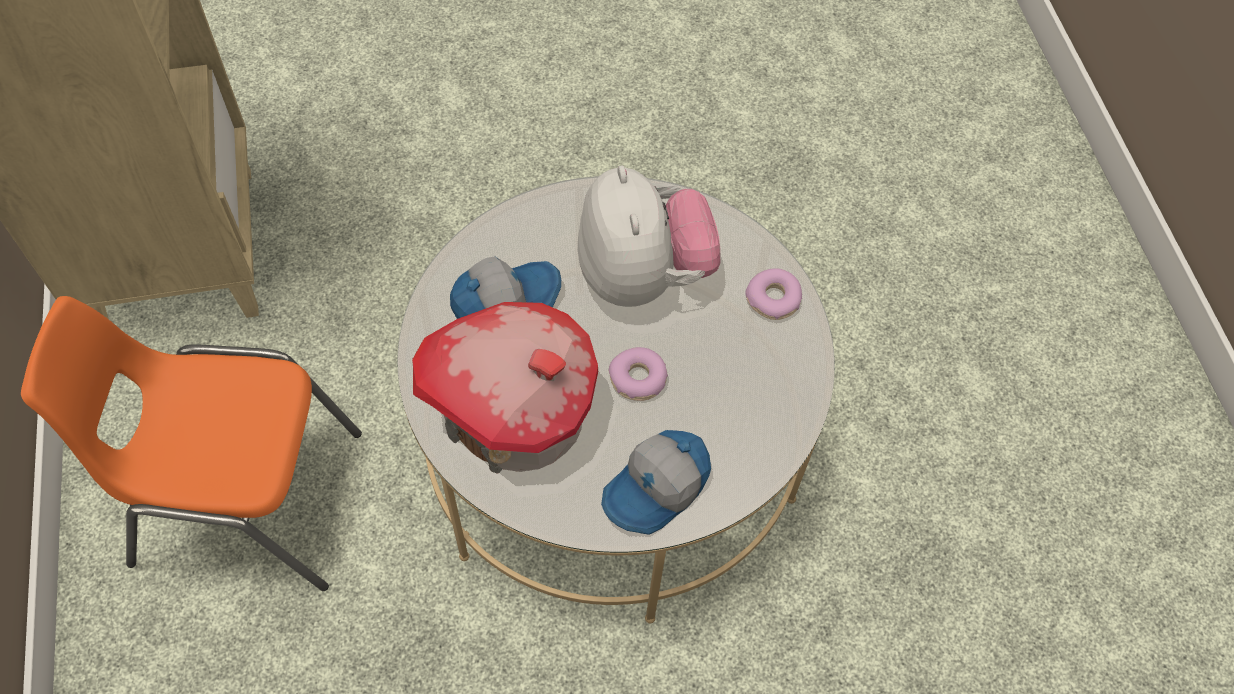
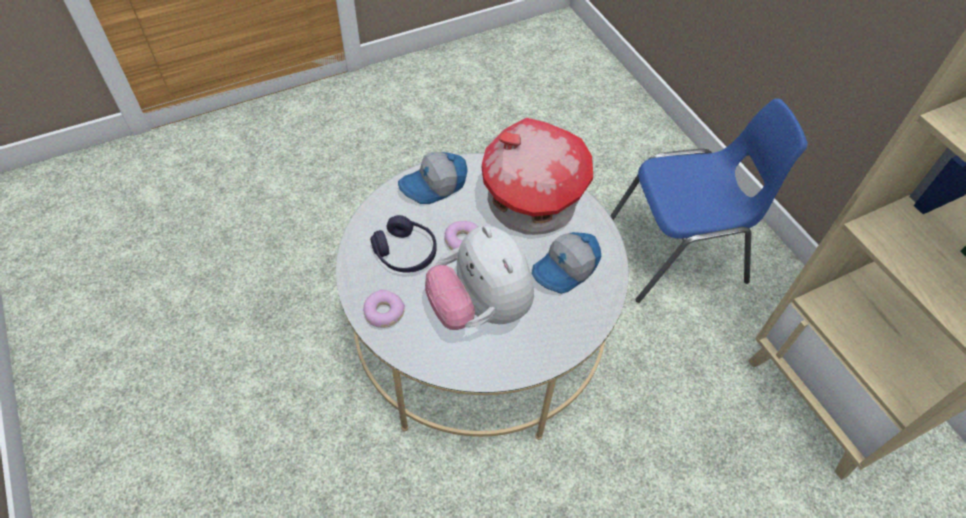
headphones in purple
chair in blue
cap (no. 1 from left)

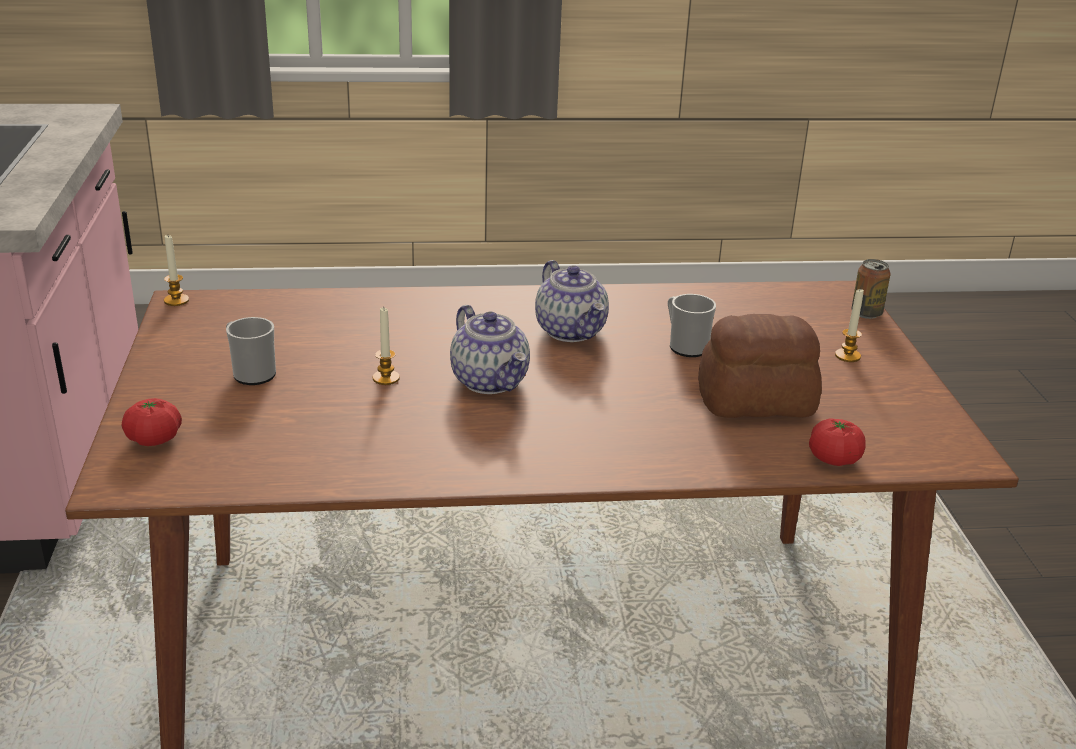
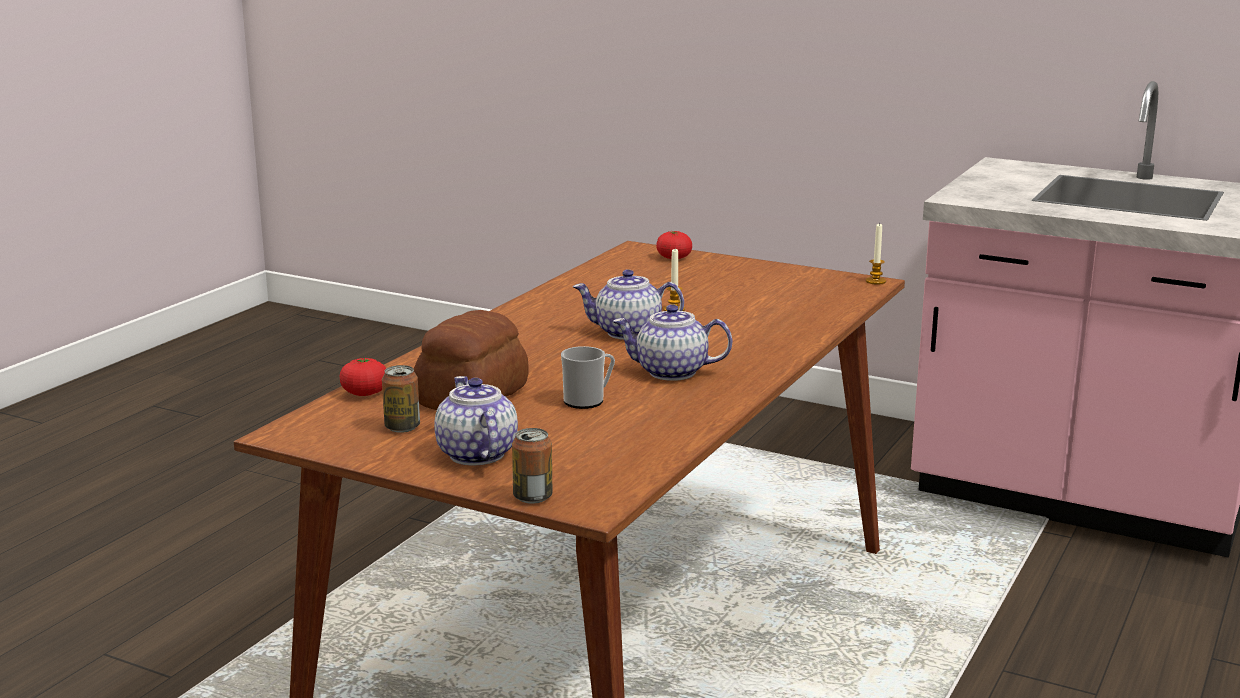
mug (no. 1 from left in the first image)
can (no. 1 from left)
teapot (no. 1 from left)

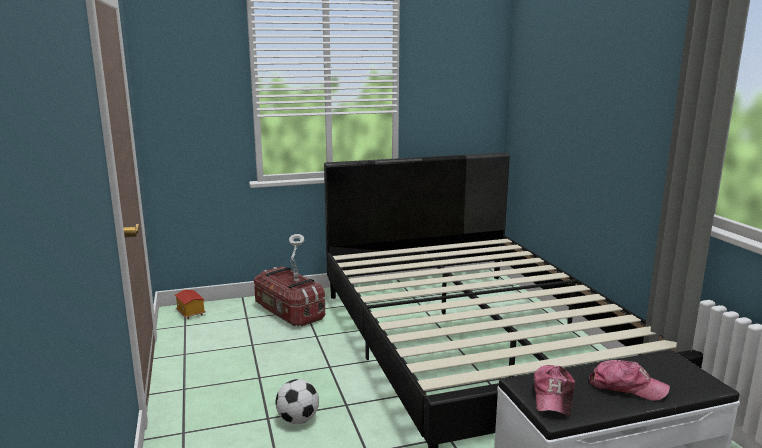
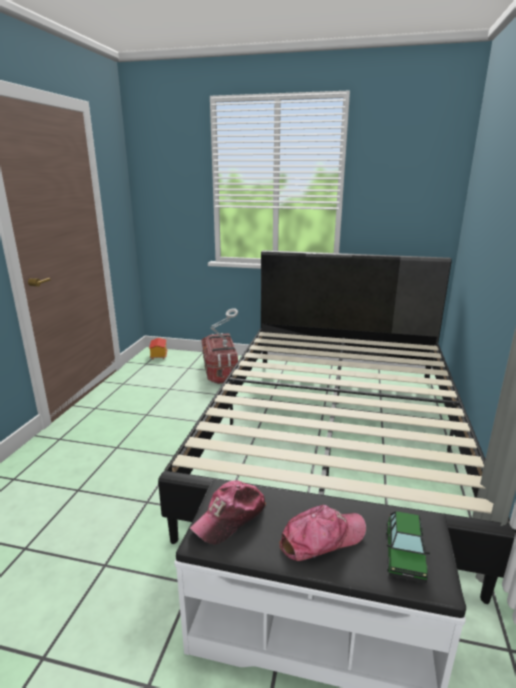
football
toy car
cap (no. 2 from left)

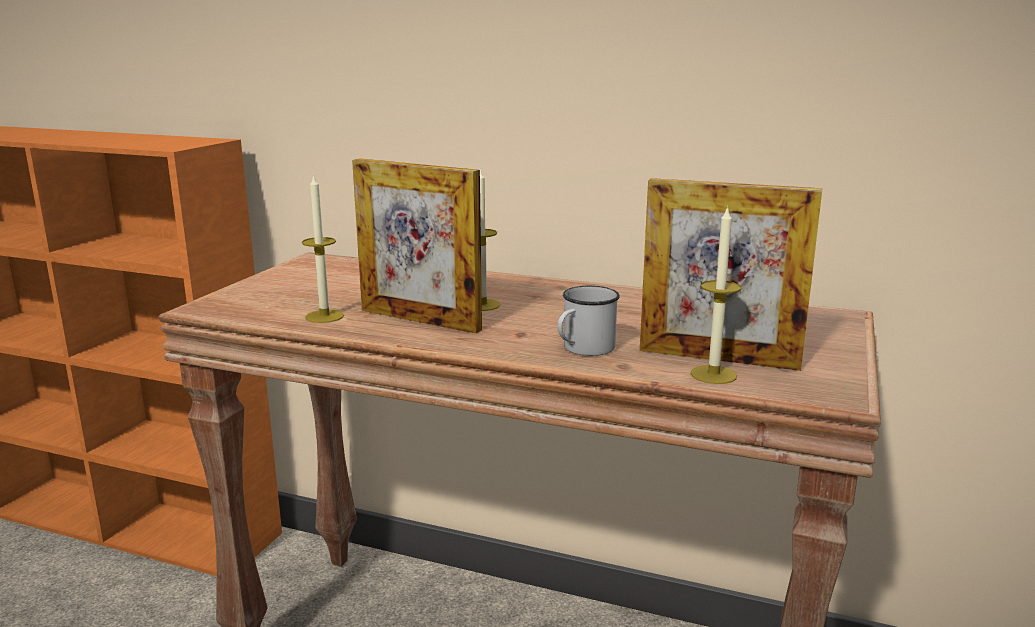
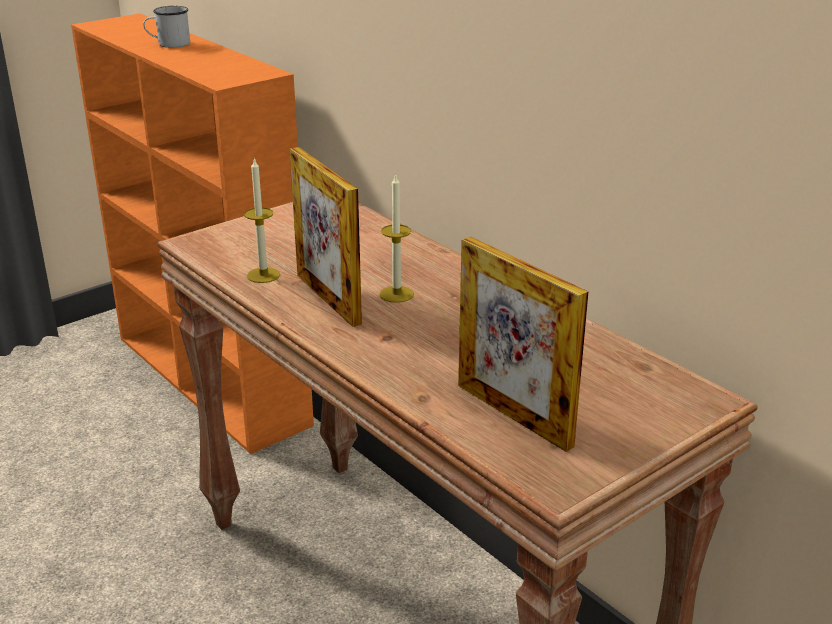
candle (no. 3 from left in the first image)
mug in white

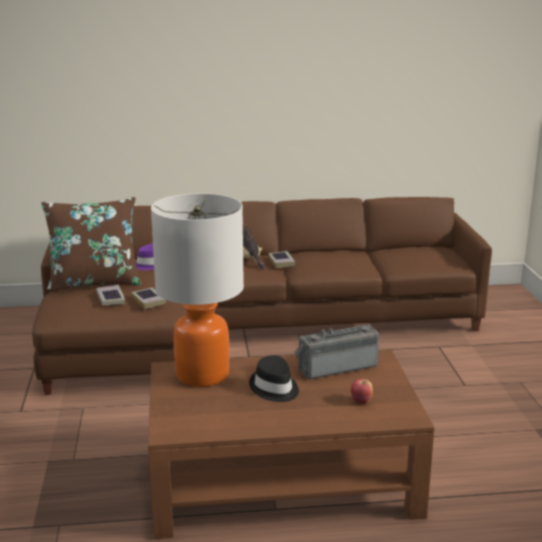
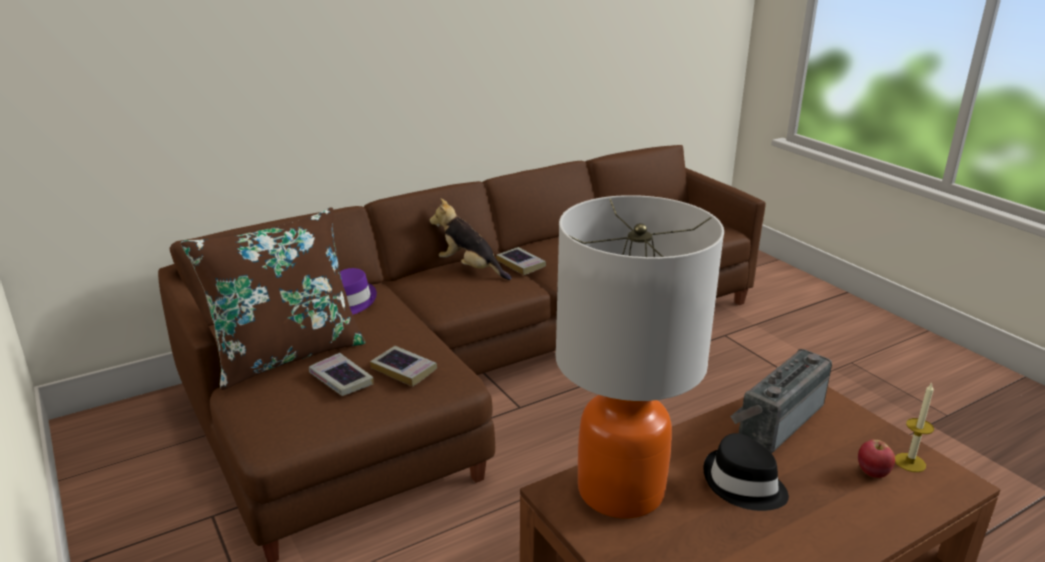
candle

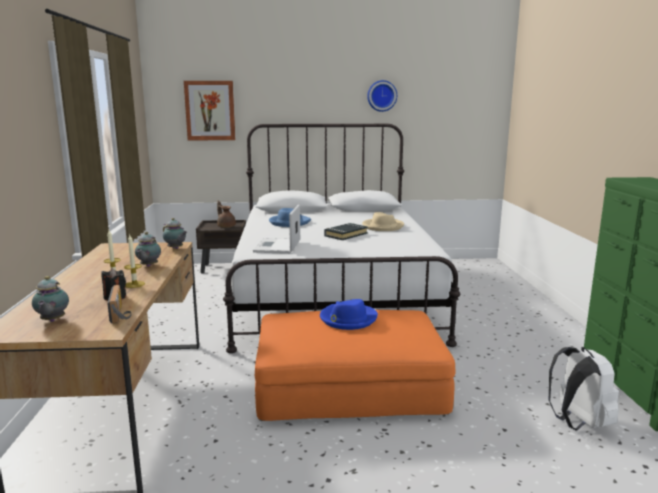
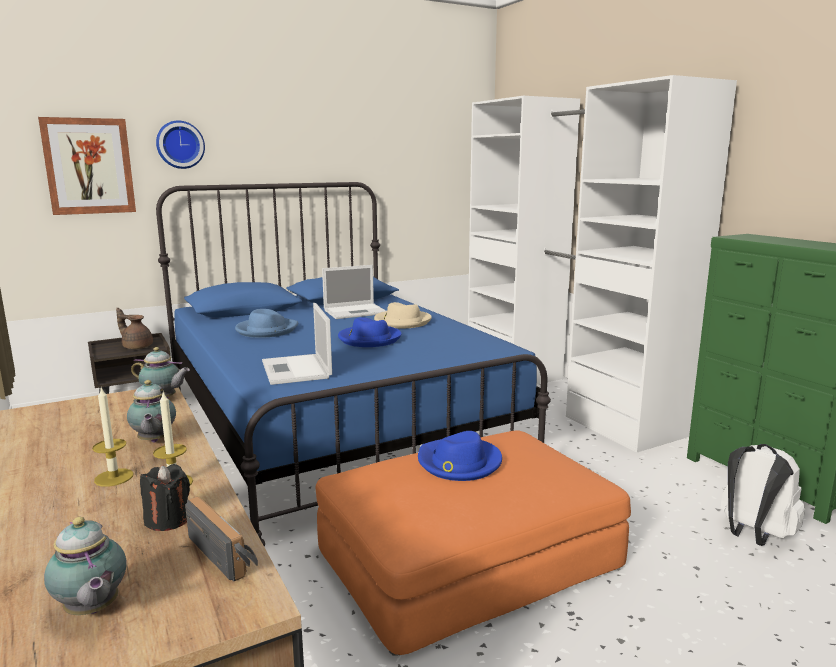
laptop (no. 2 from left)
wardrobe in white
wall clock
hat in blue (no. 2 from left)
bed in blue

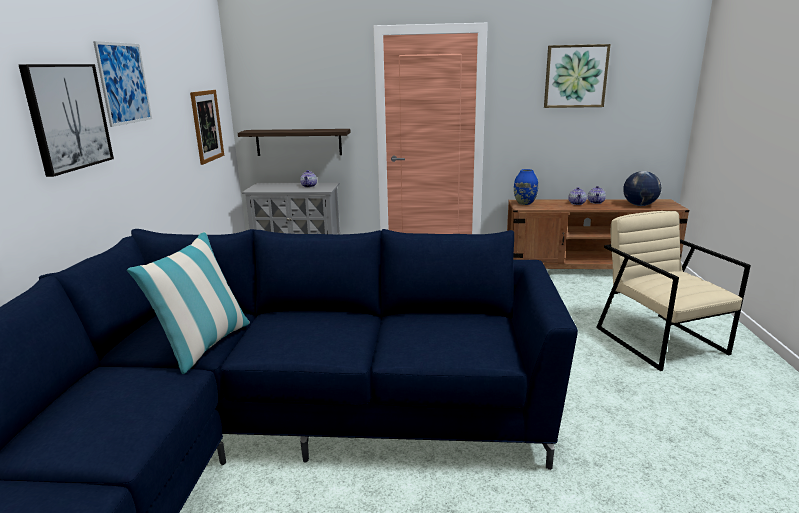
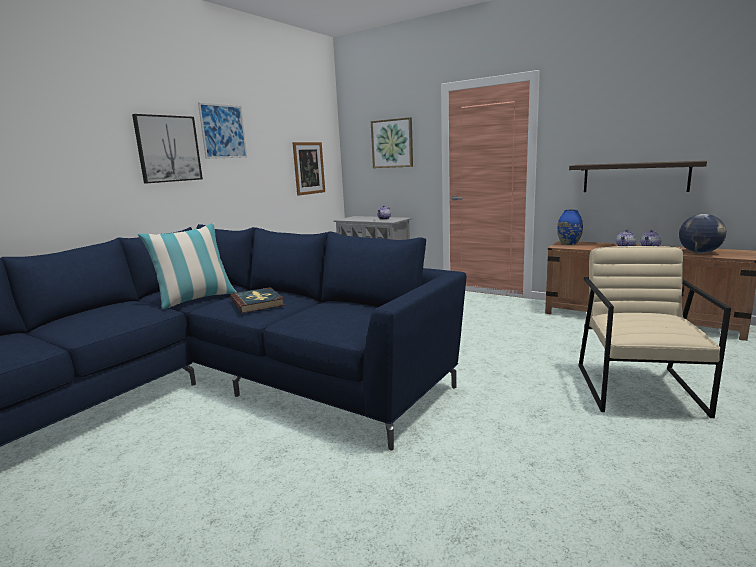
book
shelf
picture (no. 4 from left)

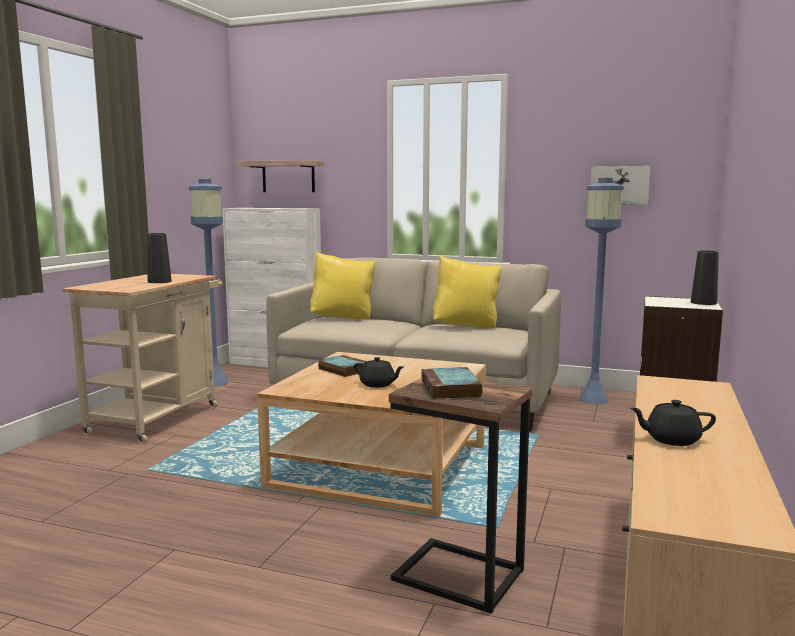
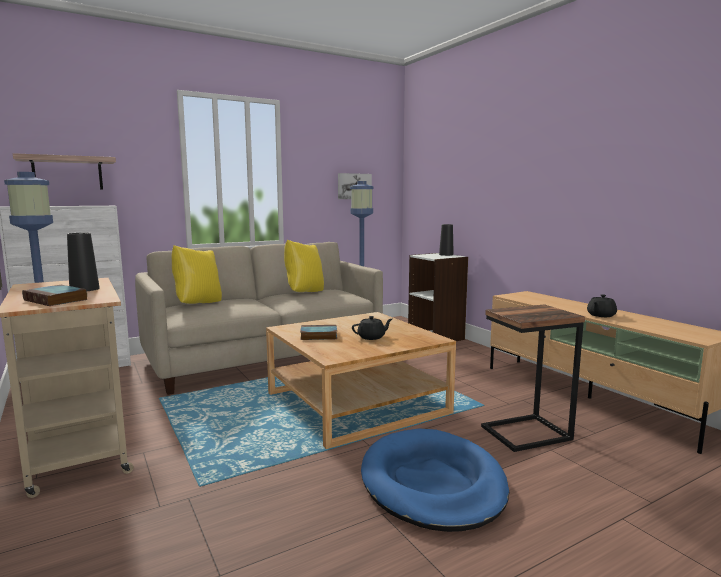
dog bed in blue
book (no. 1 from left)

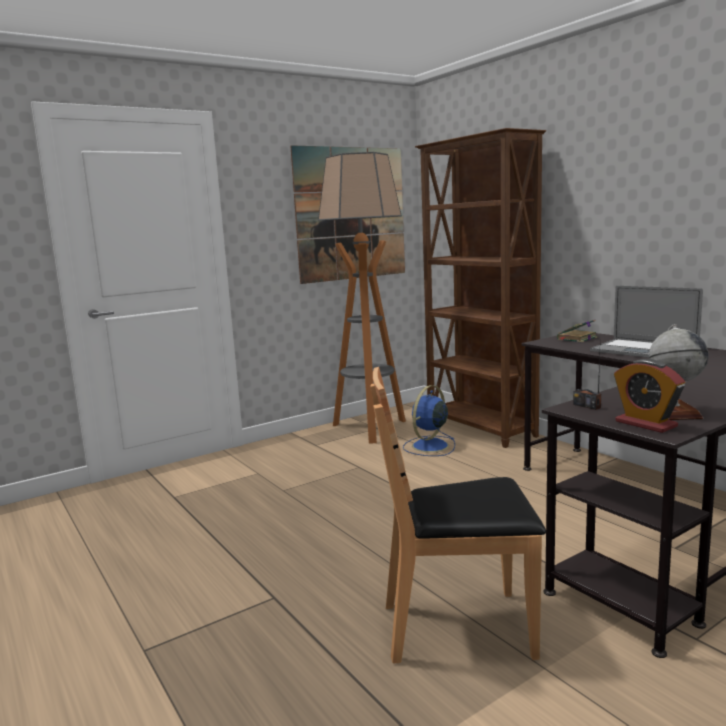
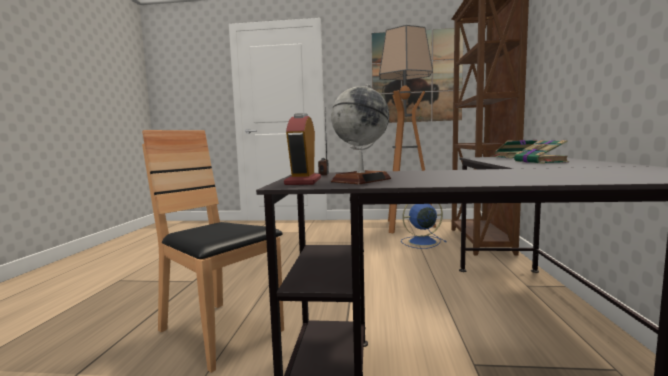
book (no. 2 from left)

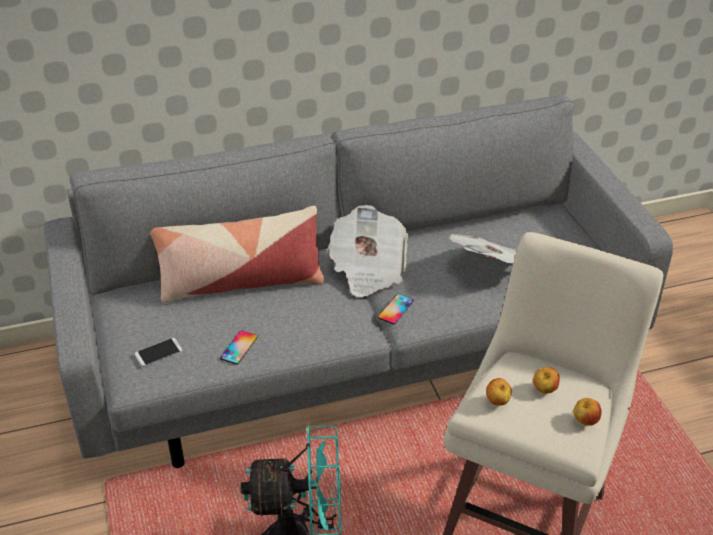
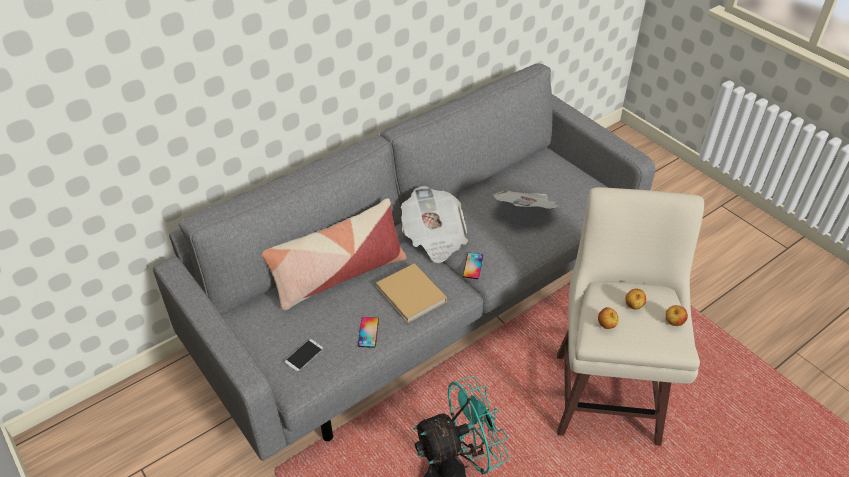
book in beige

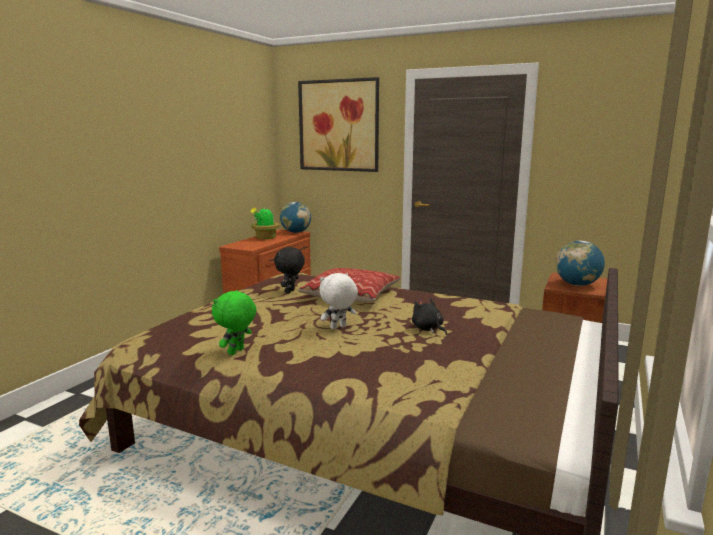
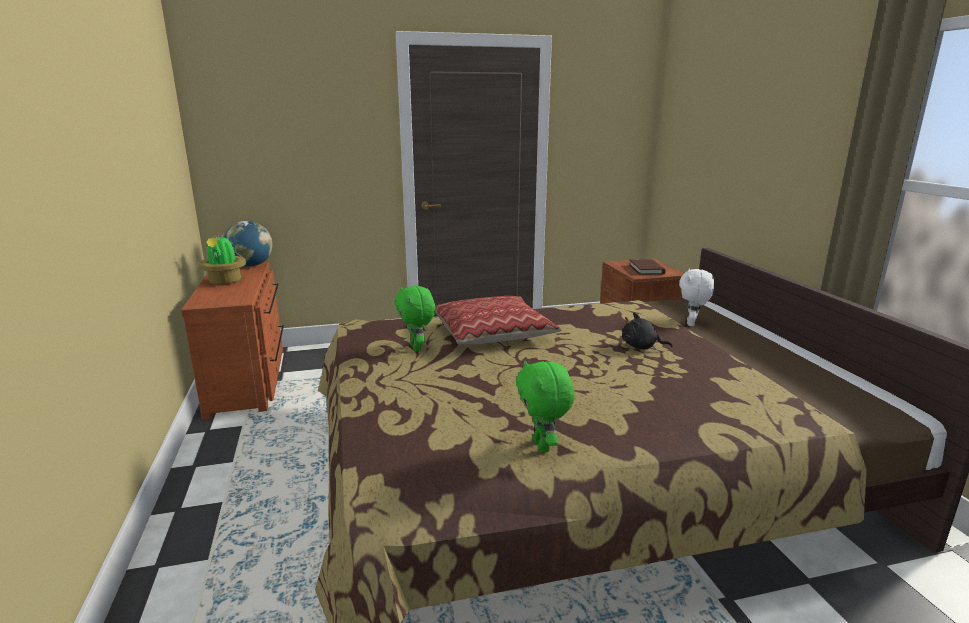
picture
plush toy in white
book in brown
plush toy in green (no. 1 from left)

